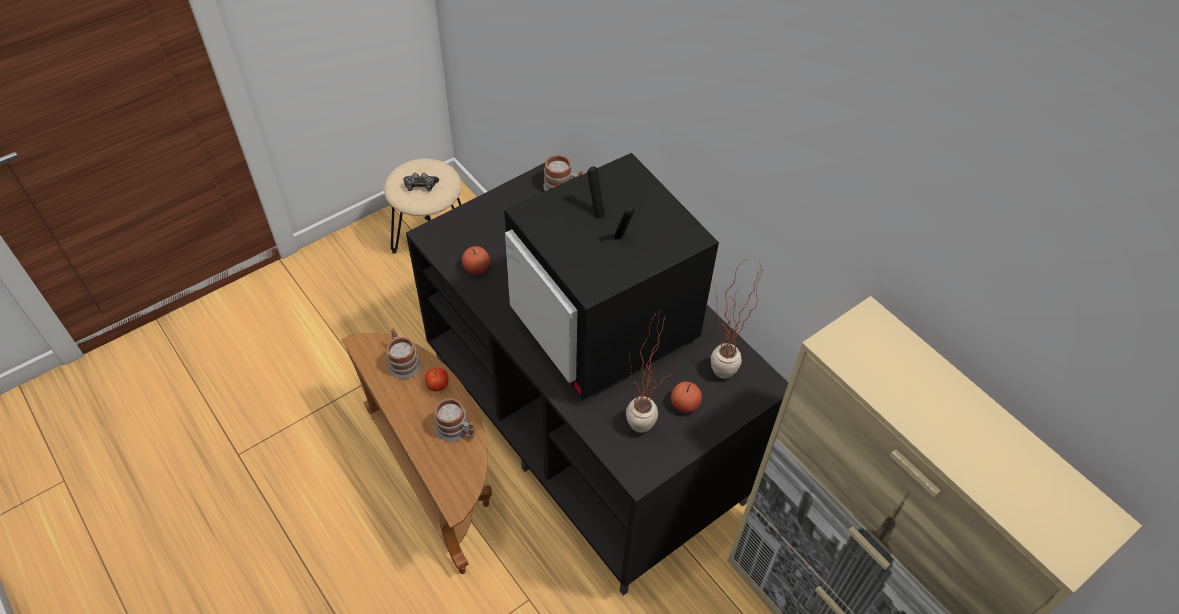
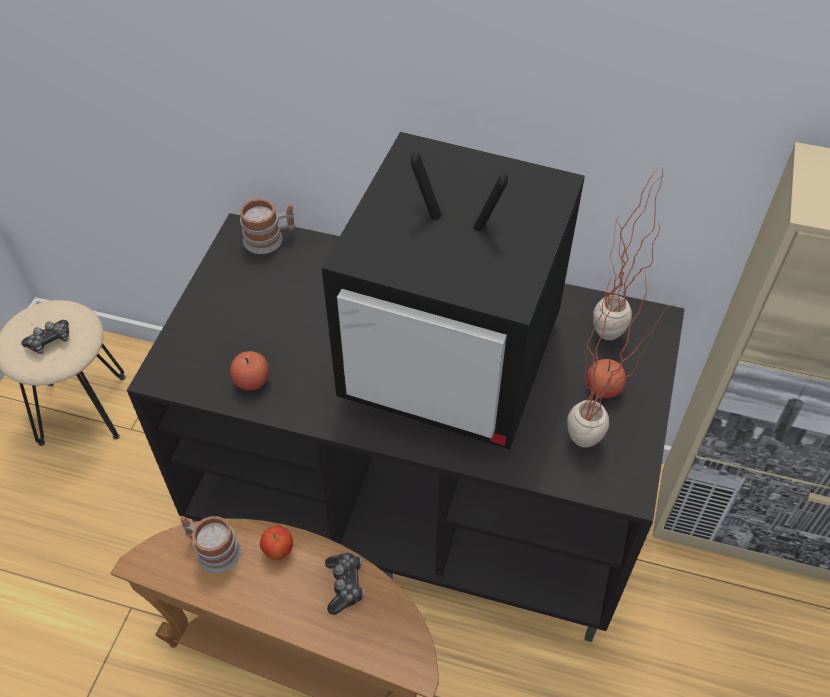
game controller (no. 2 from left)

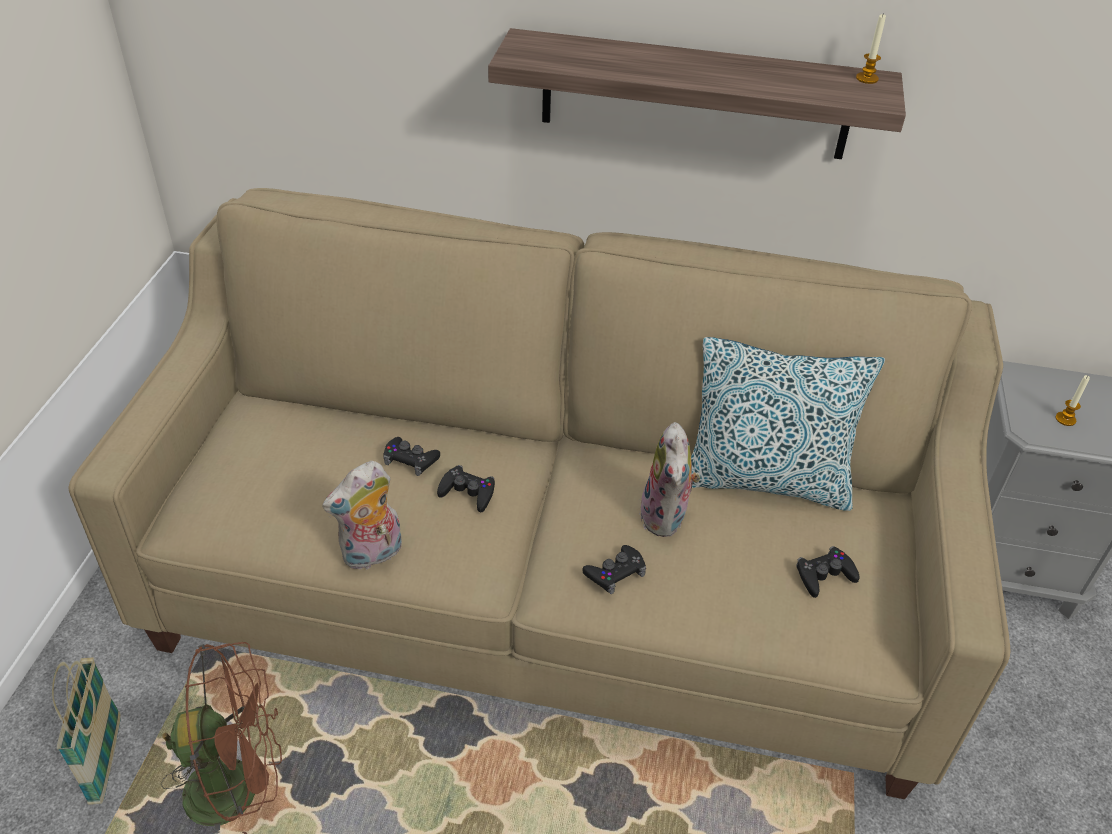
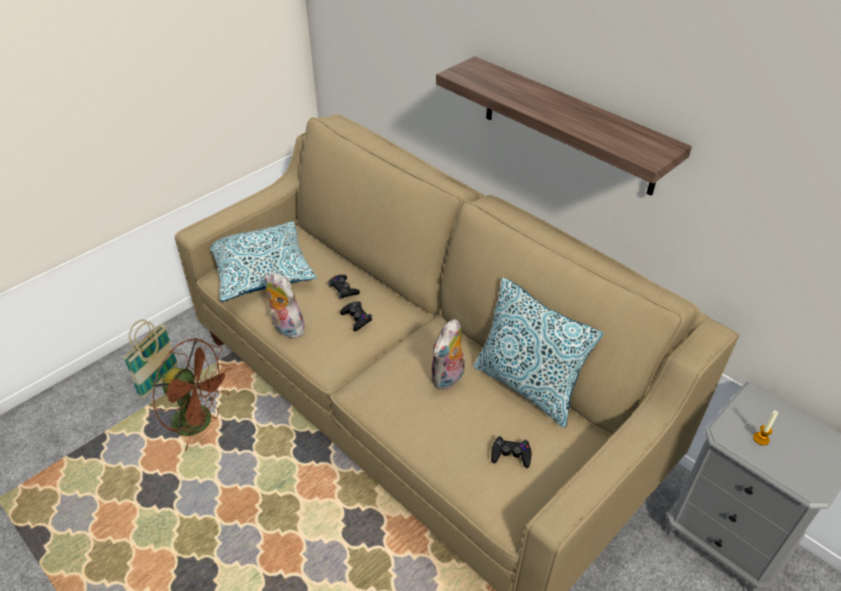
game controller in black (no. 3 from left in the first image)
candle (no. 1 from left in the first image)
pillow (no. 1 from left)
plush toy (no. 1 from left)

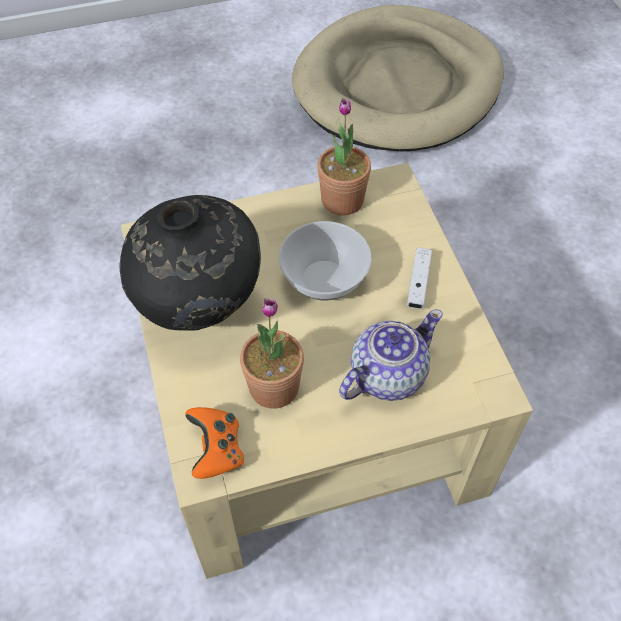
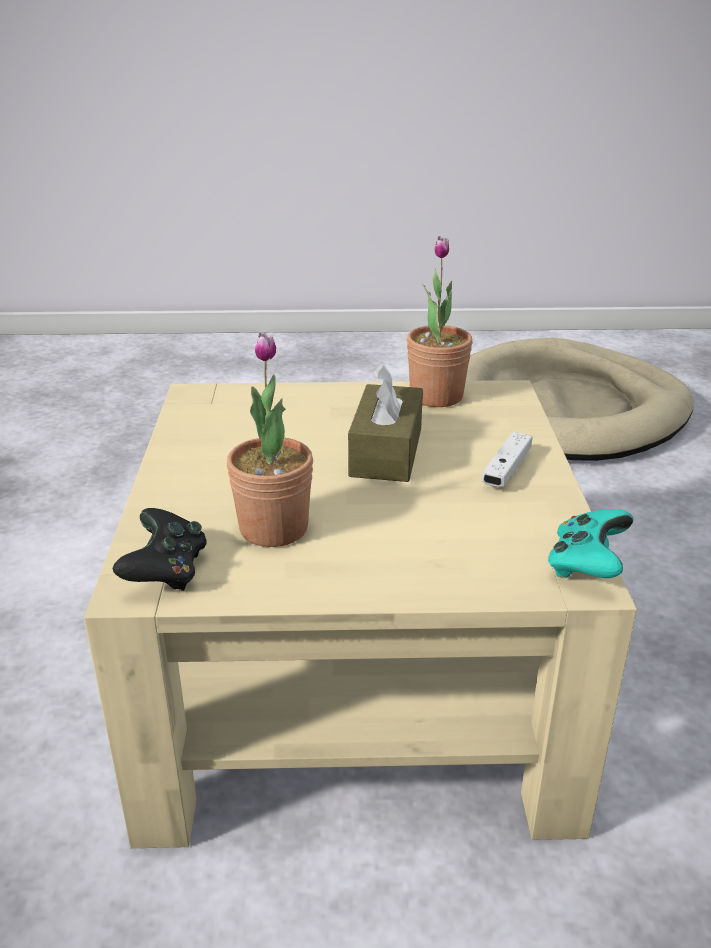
vase in black
teapot
game controller in turquoise
tissue box in brown
game controller in black

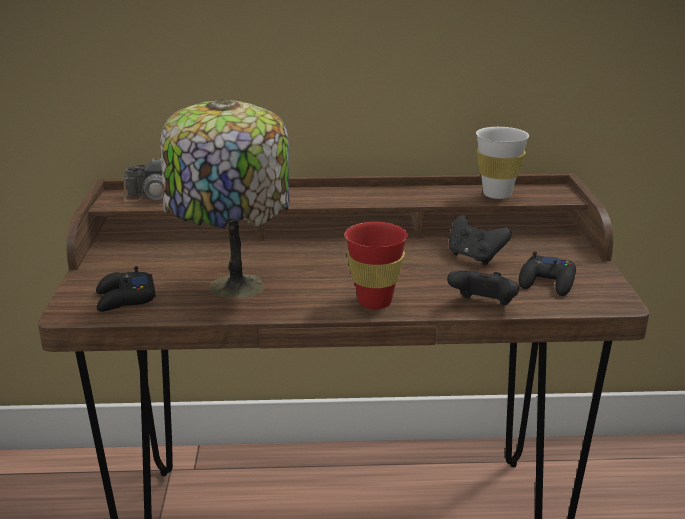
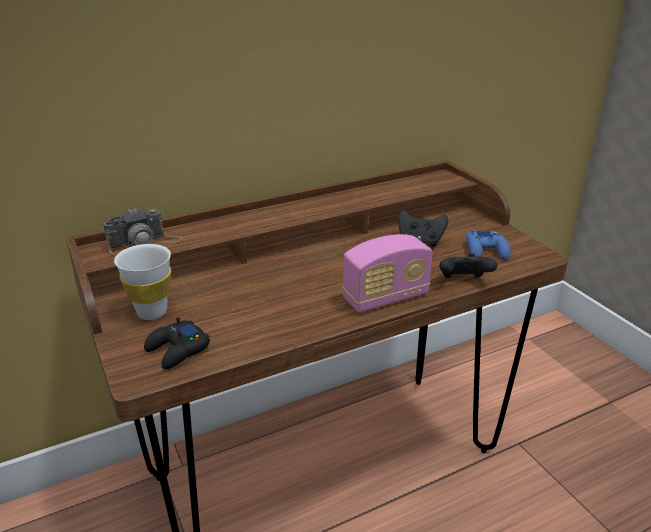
table lamp
cup in white
radio
game controller in blue

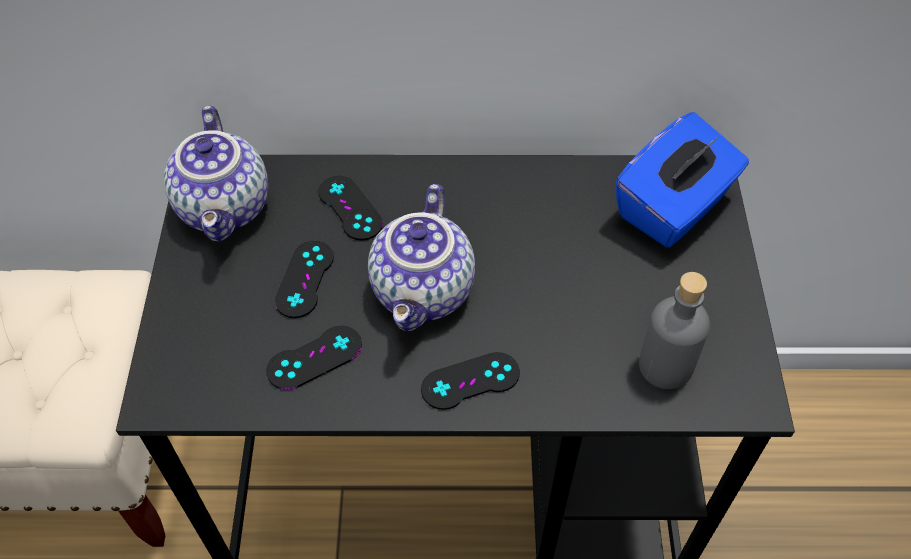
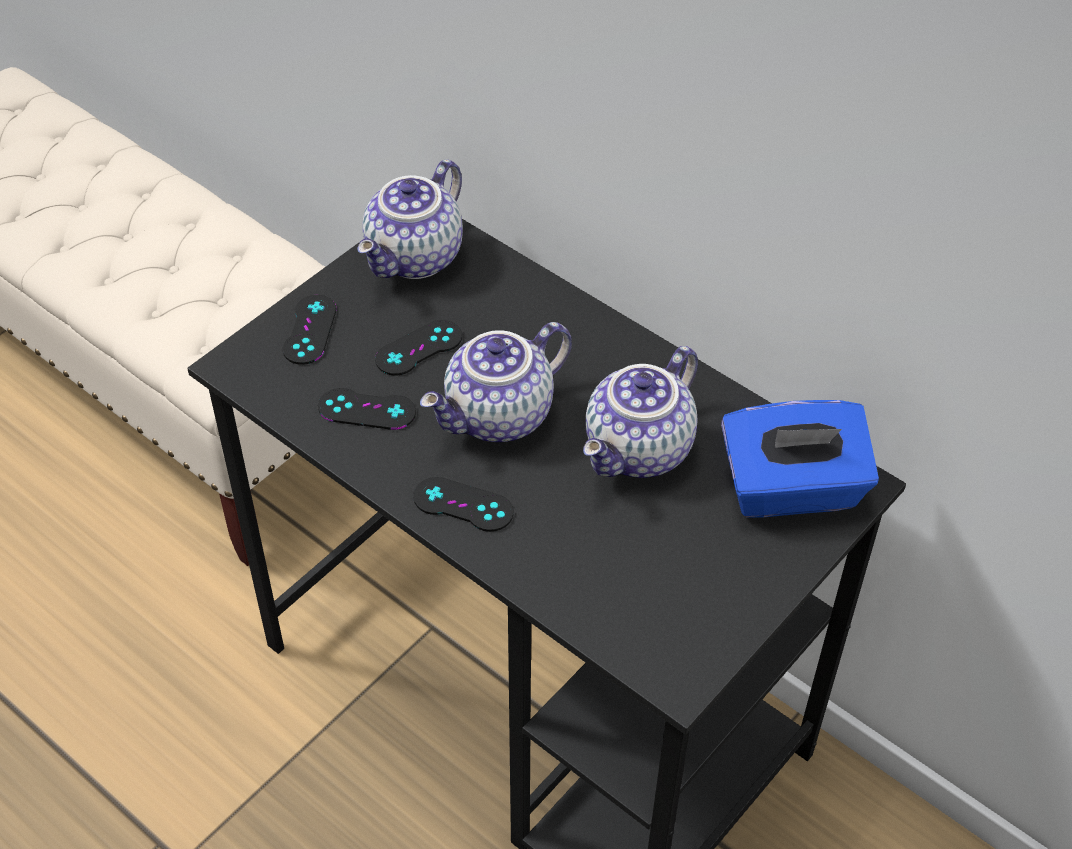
bottle in grey
teapot (no. 3 from left)
game controller in black (no. 1 from left)

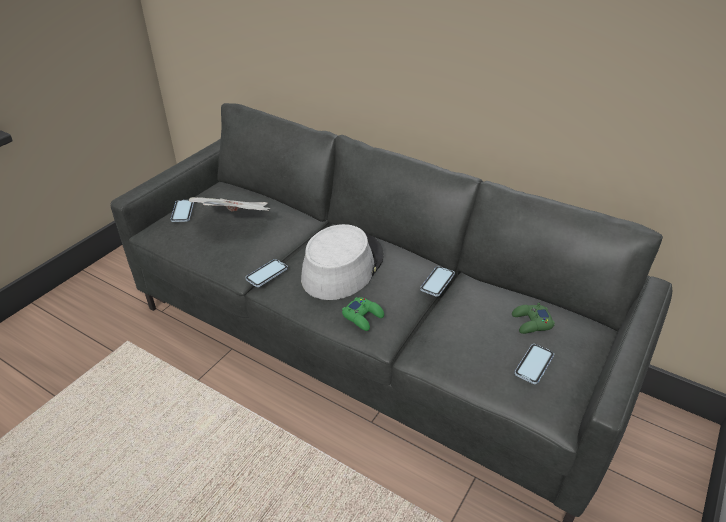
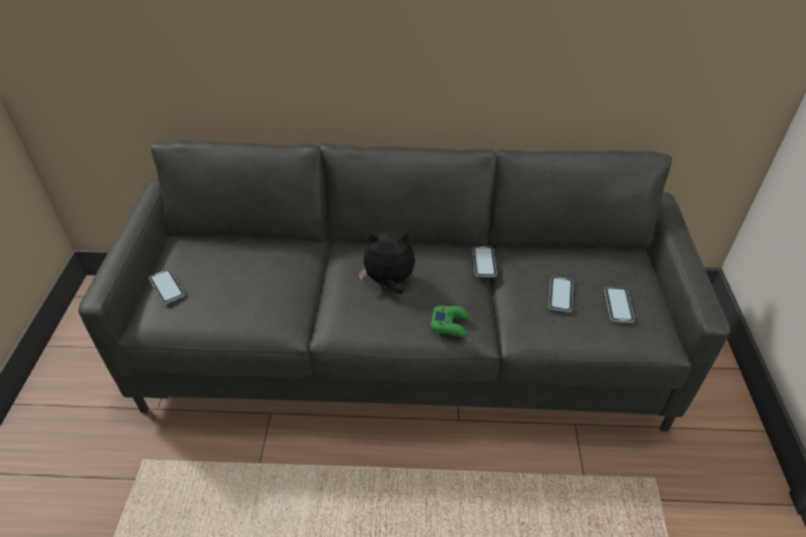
newspaper
game controller in green (no. 2 from left in the first image)
phone (no. 3 from left)
plush toy

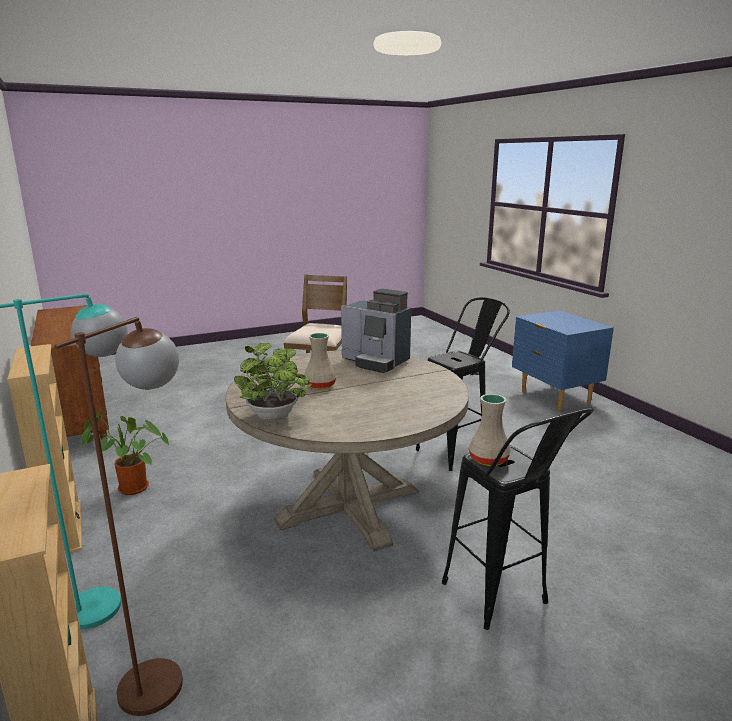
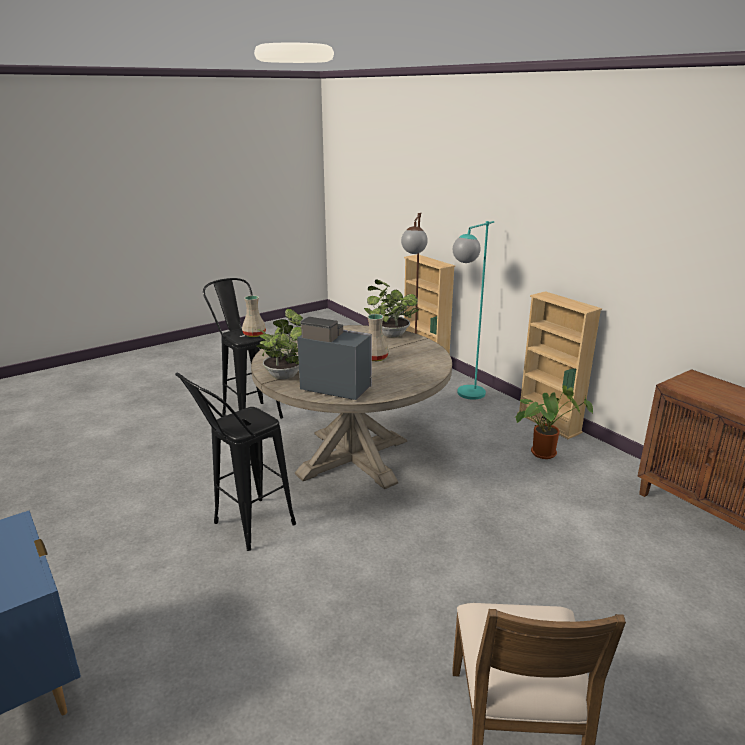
potted plant (no. 1 from left)

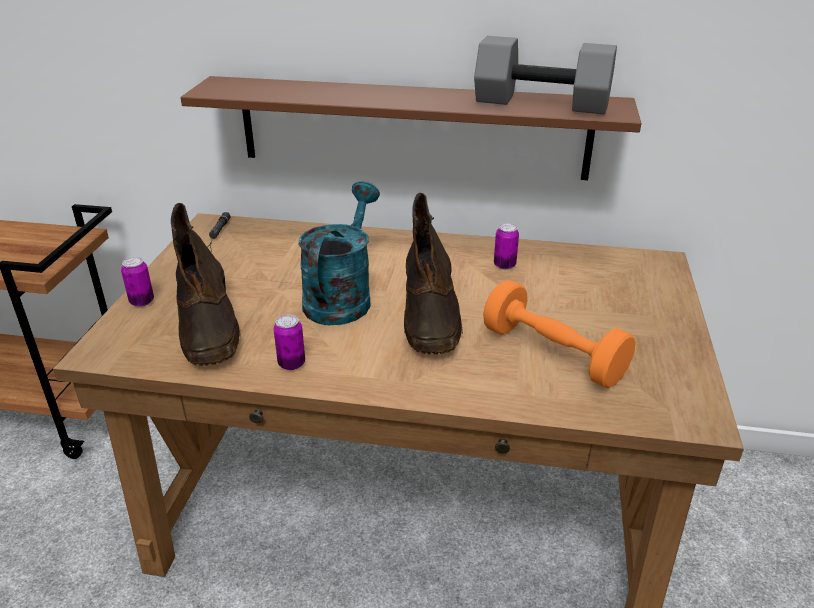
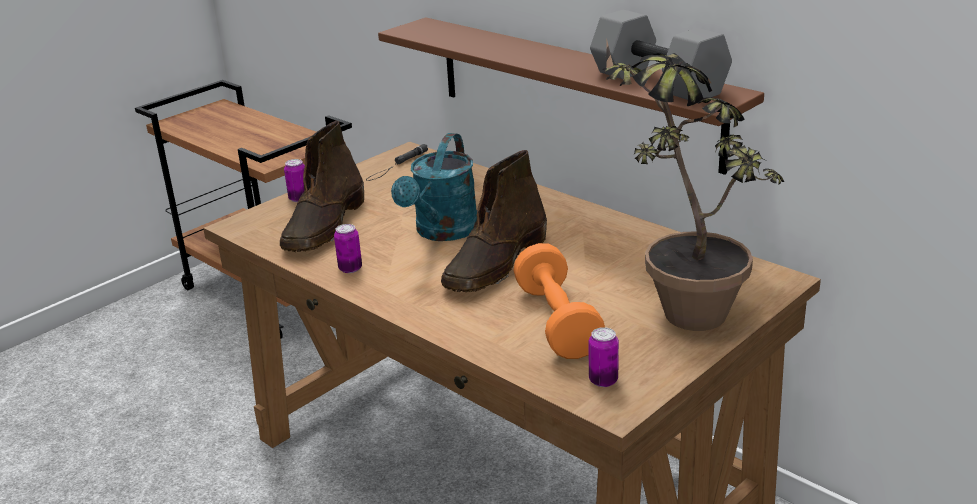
potted plant
can (no. 3 from left)
watering can in turquoise

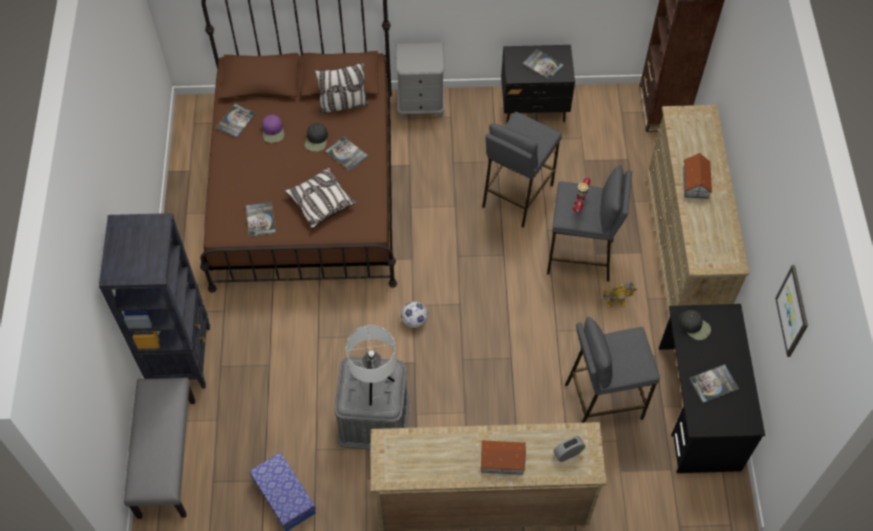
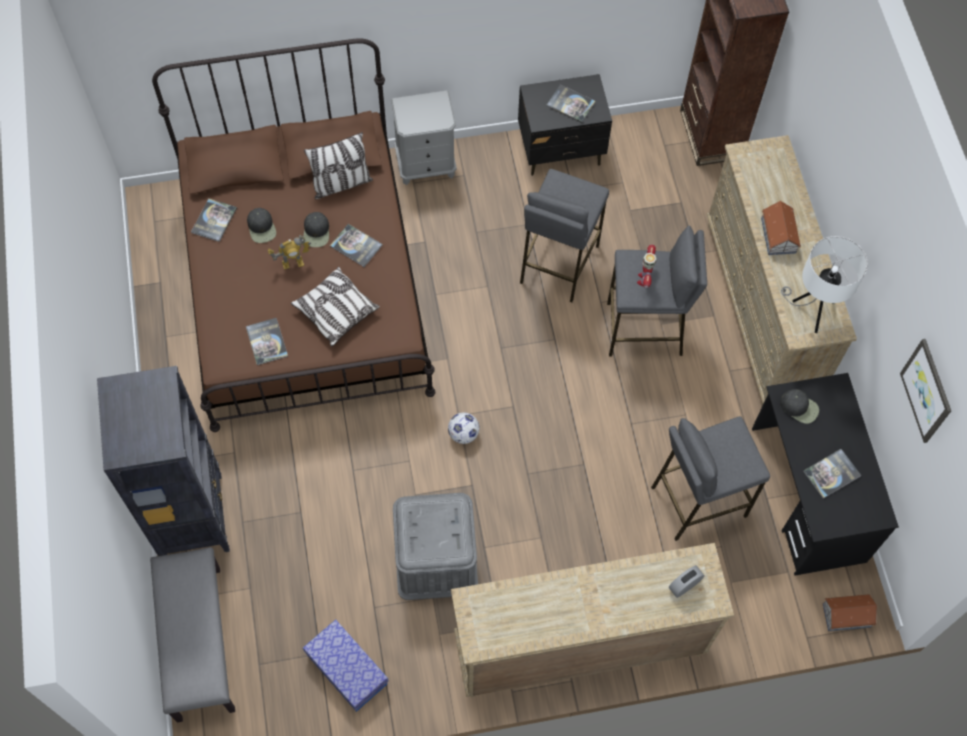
table lamp in white
toy house (no. 2 from left)
toy robot (no. 1 from left)
cap in black (no. 1 from left)

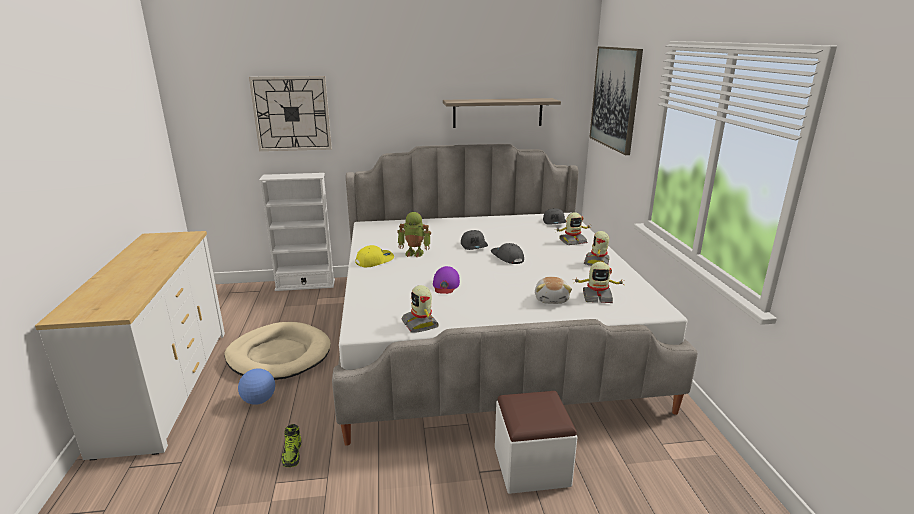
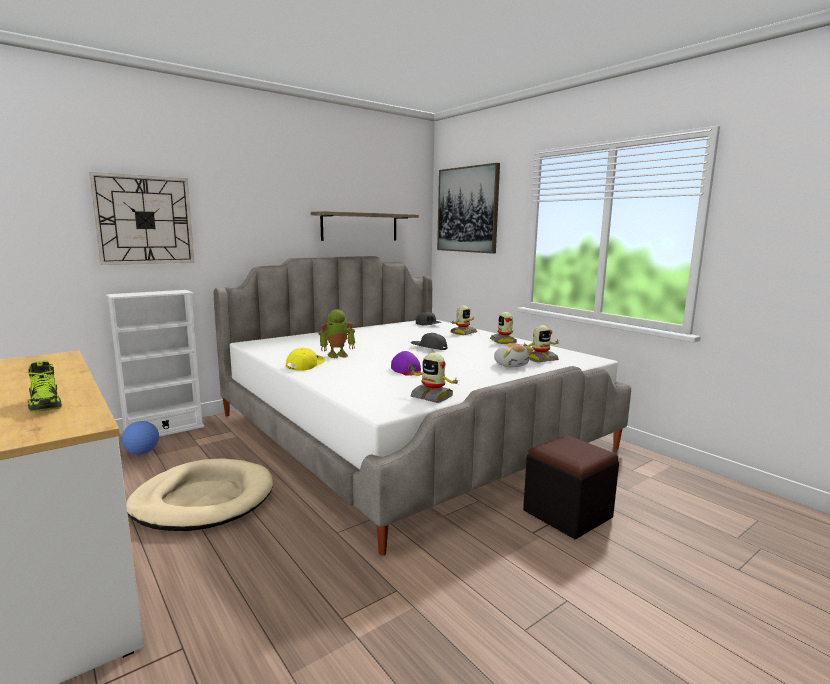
cap in grey (no. 1 from left in the first image)
football
shoe
ottoman in black

